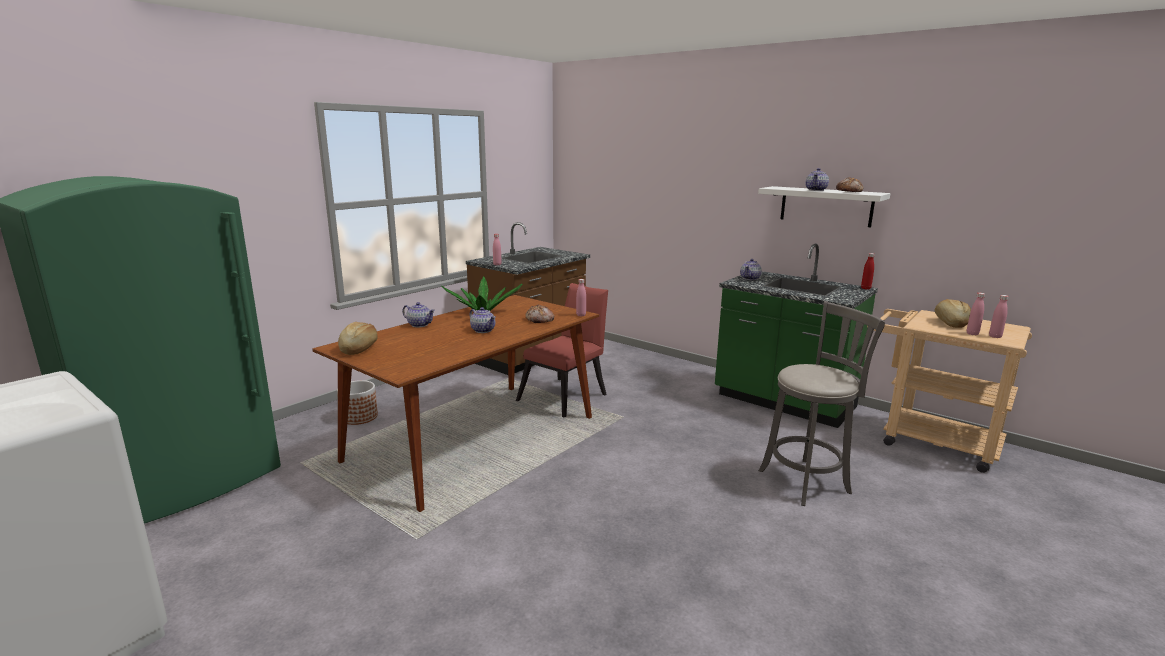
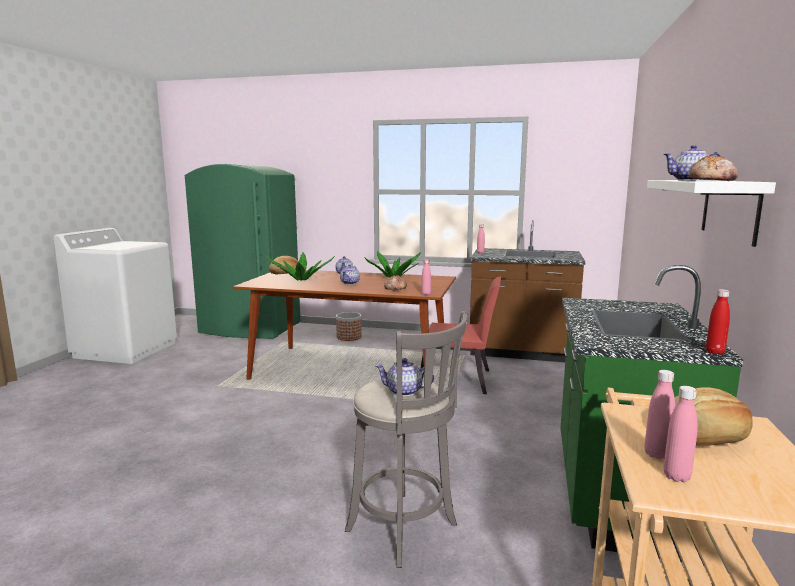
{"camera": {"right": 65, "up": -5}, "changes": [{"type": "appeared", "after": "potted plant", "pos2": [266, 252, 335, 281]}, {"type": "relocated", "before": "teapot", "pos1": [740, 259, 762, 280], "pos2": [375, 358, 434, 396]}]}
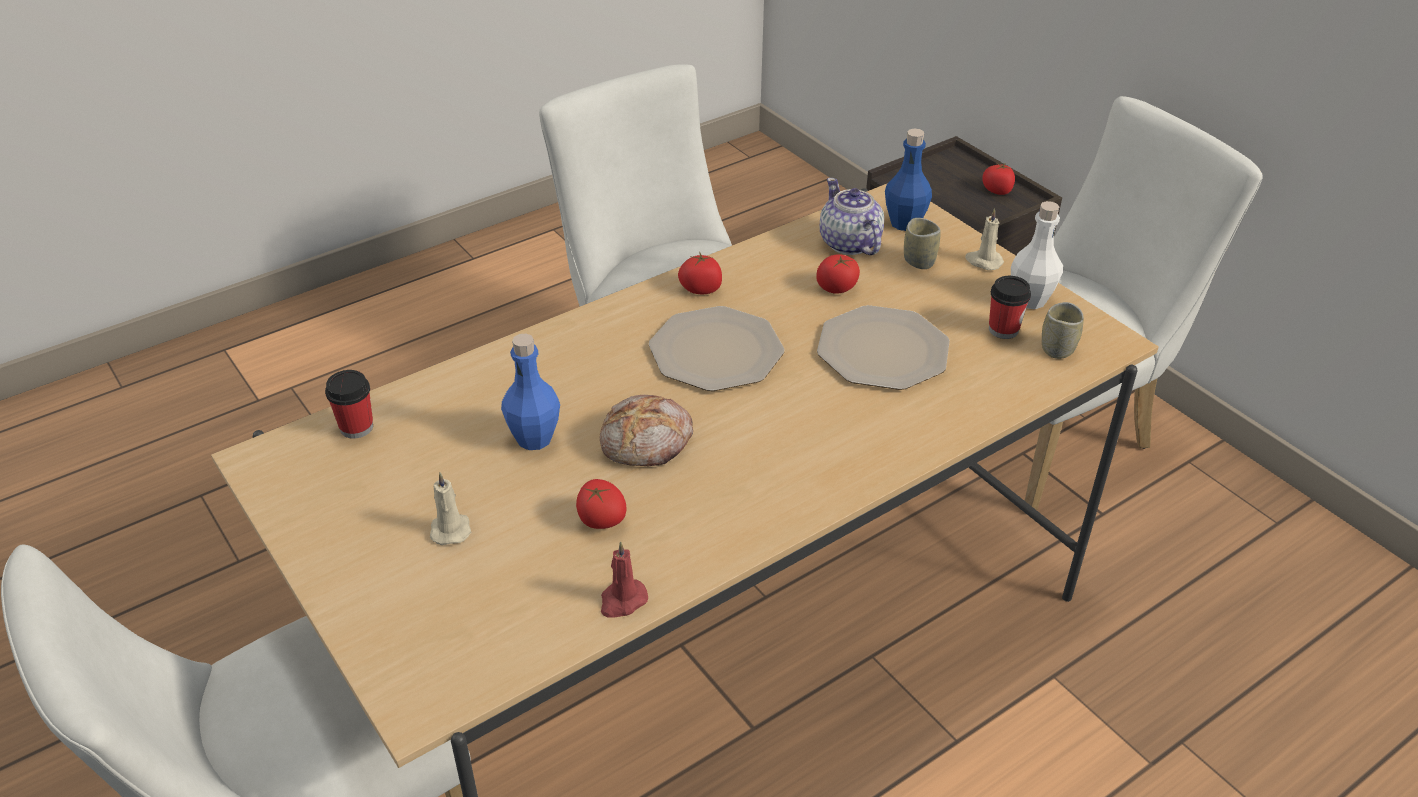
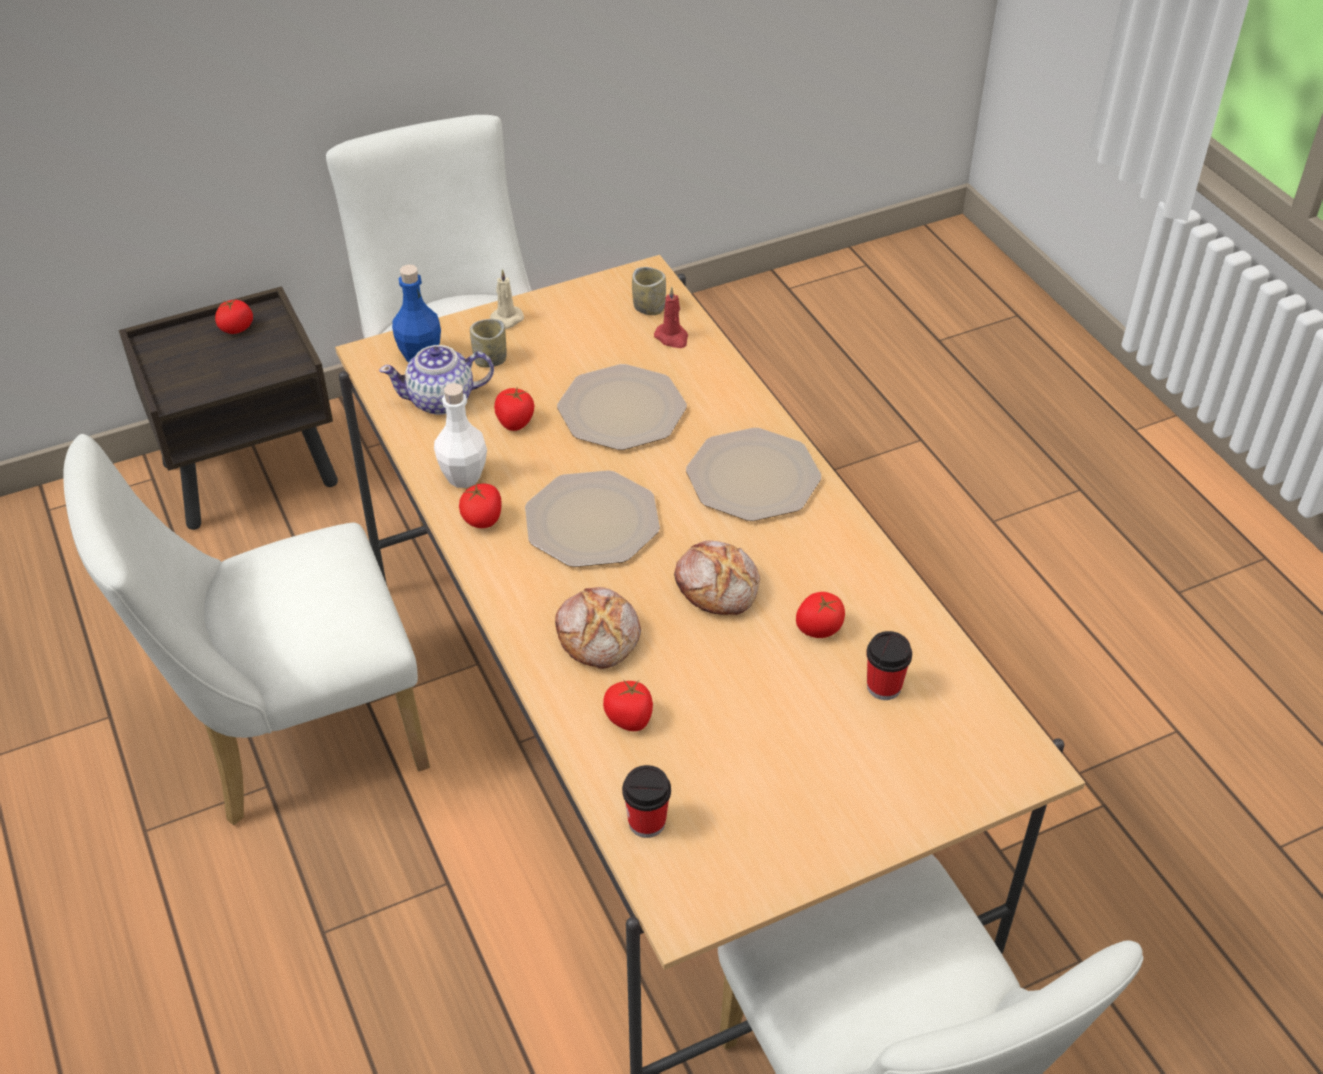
{"camera": {"right": -80, "up": 5}, "changes": [{"type": "missing", "before": "beige candle", "pos1": [430, 472, 471, 545]}, {"type": "missing", "before": "blue bottle", "pos1": [501, 334, 560, 450]}, {"type": "appeared", "after": "bread", "pos2": [555, 587, 641, 669]}, {"type": "appeared", "after": "tomato", "pos2": [603, 680, 653, 731]}, {"type": "appeared", "after": "plate", "pos2": [686, 428, 821, 521]}, {"type": "relocated", "before": "red candle", "pos1": [601, 541, 648, 618], "pos2": [654, 287, 688, 348]}, {"type": "relocated", "before": "cup", "pos1": [989, 276, 1031, 339], "pos2": [866, 631, 912, 700]}, {"type": "relocated", "before": "white bottle", "pos1": [1011, 201, 1063, 309], "pos2": [434, 383, 487, 488]}]}
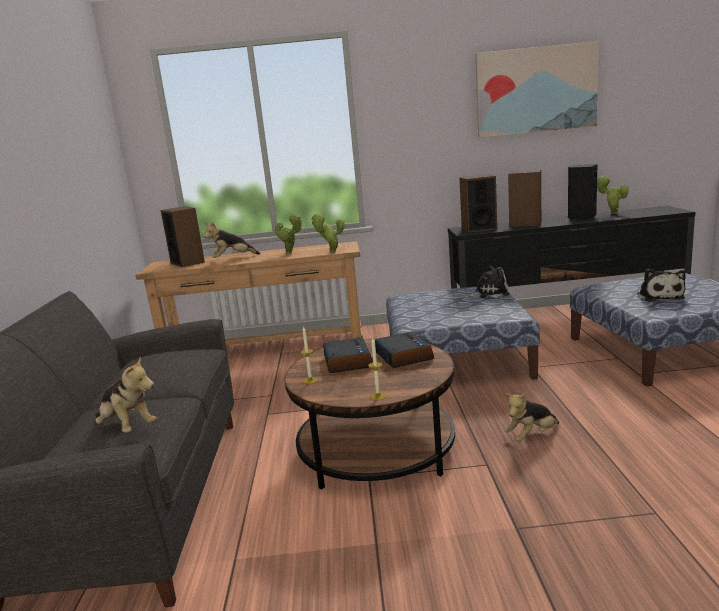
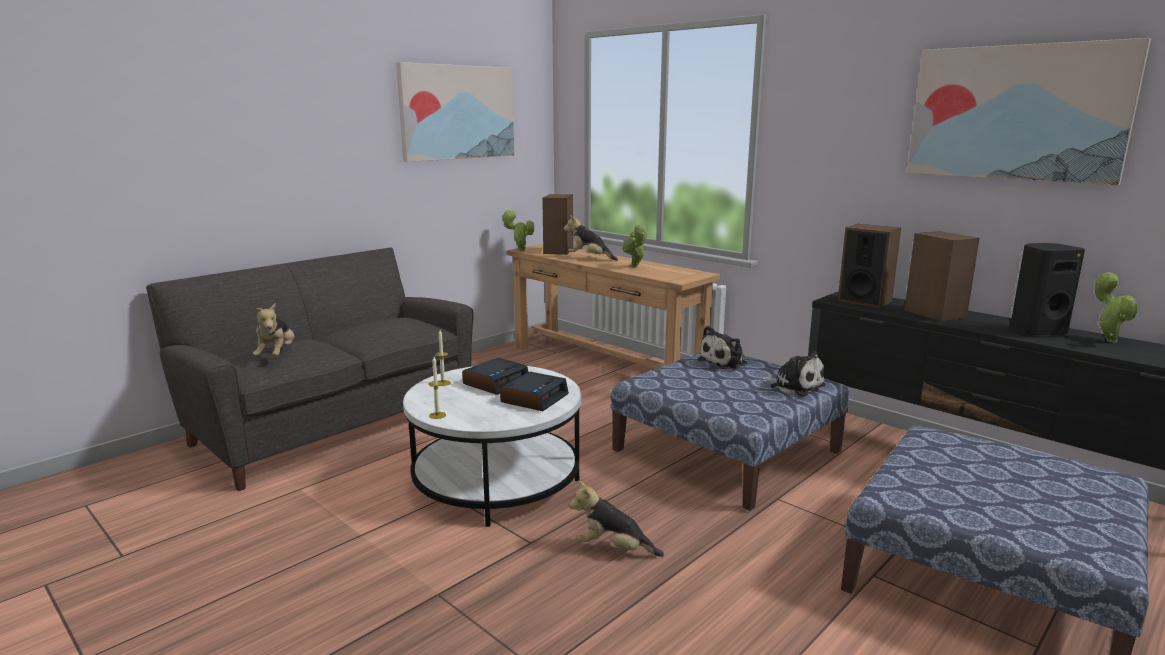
{"camera": {"right": 45, "up": 0}, "changes": [{"type": "appeared", "after": "picture", "pos2": [396, 62, 515, 162]}, {"type": "relocated", "before": "potted plant", "pos1": [311, 212, 345, 252], "pos2": [502, 210, 535, 251]}, {"type": "relocated", "before": "plush toy", "pos1": [637, 269, 686, 302], "pos2": [697, 326, 747, 370]}, {"type": "colour", "before": "brown coffee table", "after": "white coffee table", "pos1": [284, 338, 455, 489], "pos2": [403, 366, 581, 527]}]}
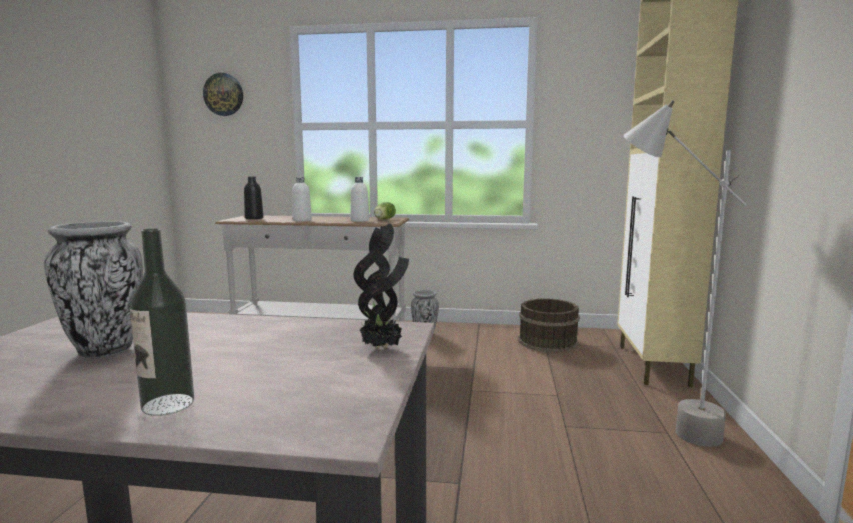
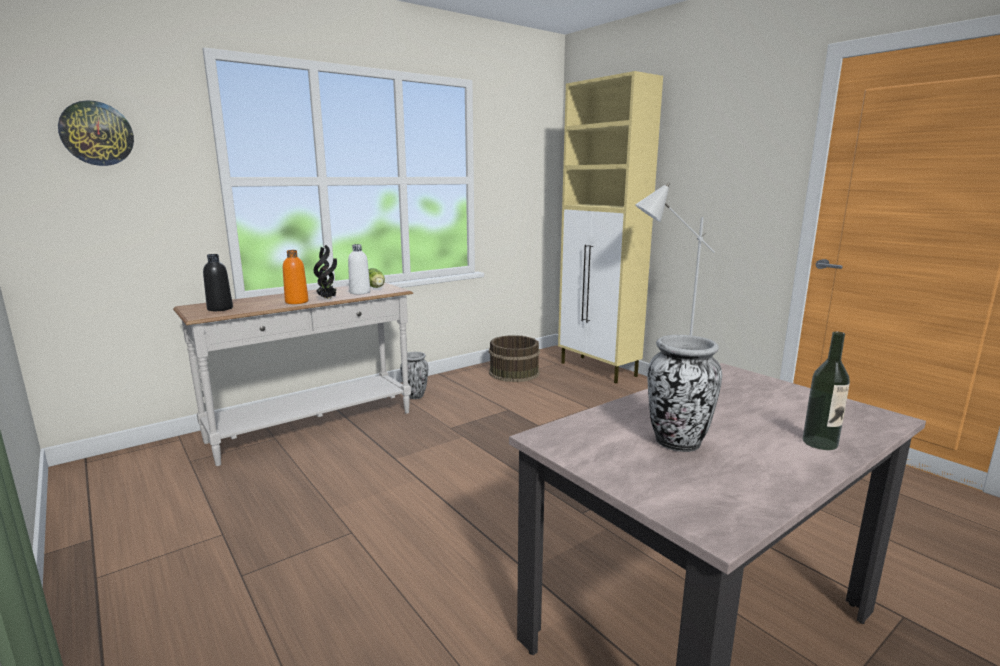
{"camera": {"right": -45, "up": 5}, "changes": [{"type": "relocated", "before": "potted plant", "pos1": [354, 224, 409, 349], "pos2": [314, 245, 337, 299]}, {"type": "colour", "before": "white bottle", "after": "orange bottle", "pos1": [292, 177, 312, 221], "pos2": [283, 250, 308, 304]}]}
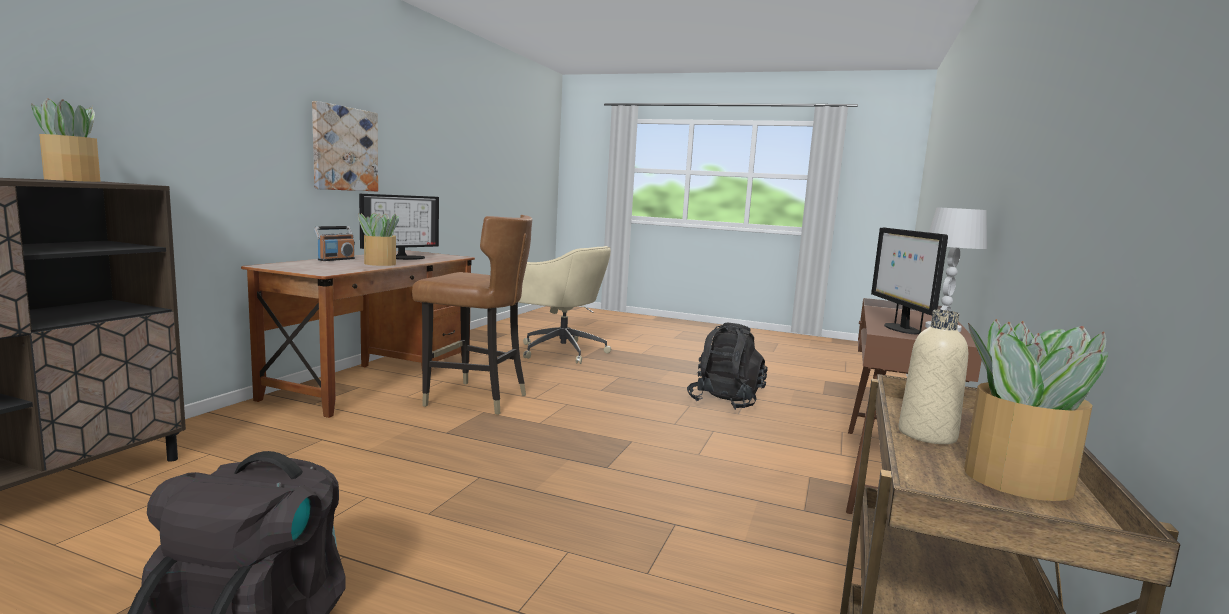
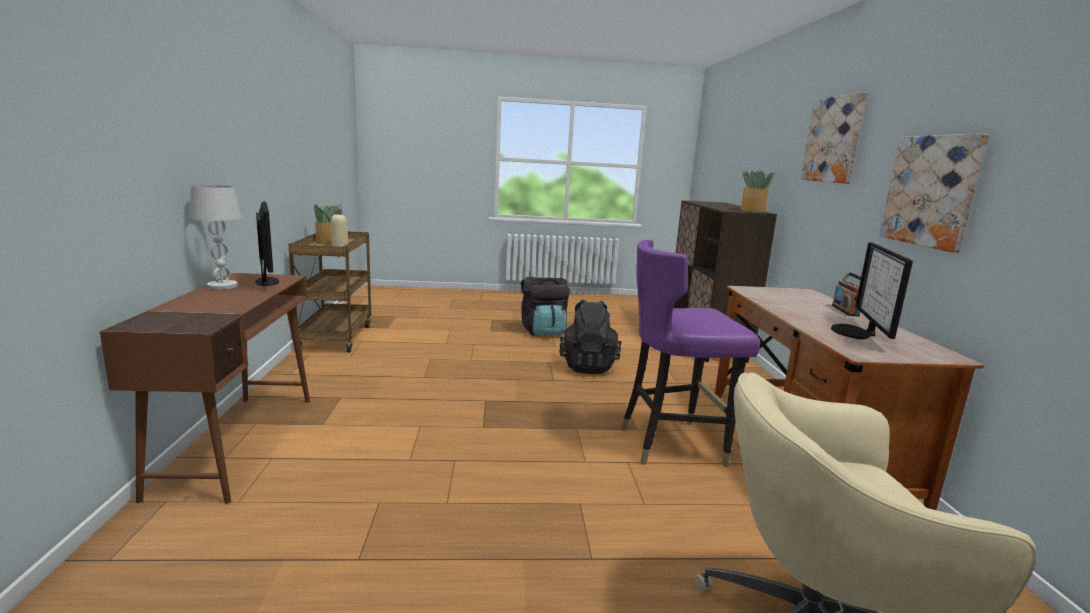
{"camera": {"right": 155, "up": 5}, "changes": [{"type": "missing", "before": "potted plant", "pos1": [358, 213, 399, 266]}, {"type": "appeared", "after": "picture", "pos2": [801, 92, 867, 184]}, {"type": "relocated", "before": "black backpack", "pos1": [687, 323, 768, 410], "pos2": [559, 300, 622, 374]}, {"type": "colour", "before": "brown chair", "after": "purple chair", "pos1": [412, 215, 532, 415], "pos2": [621, 240, 760, 467]}]}
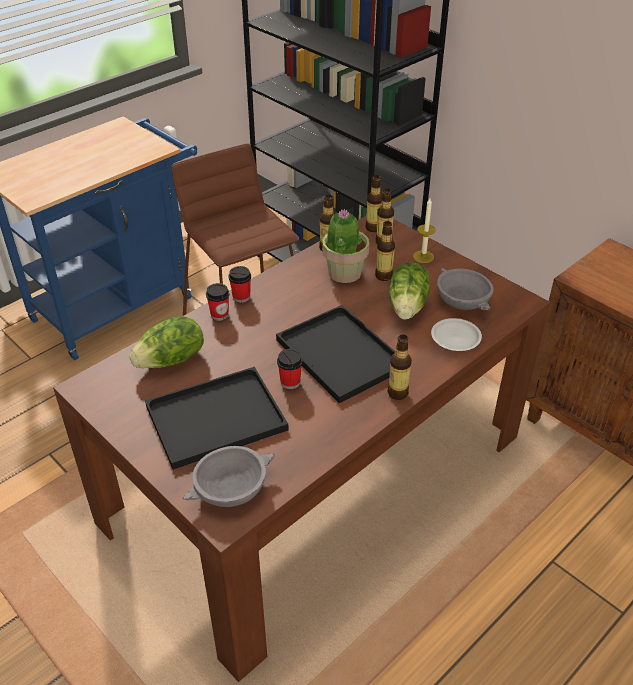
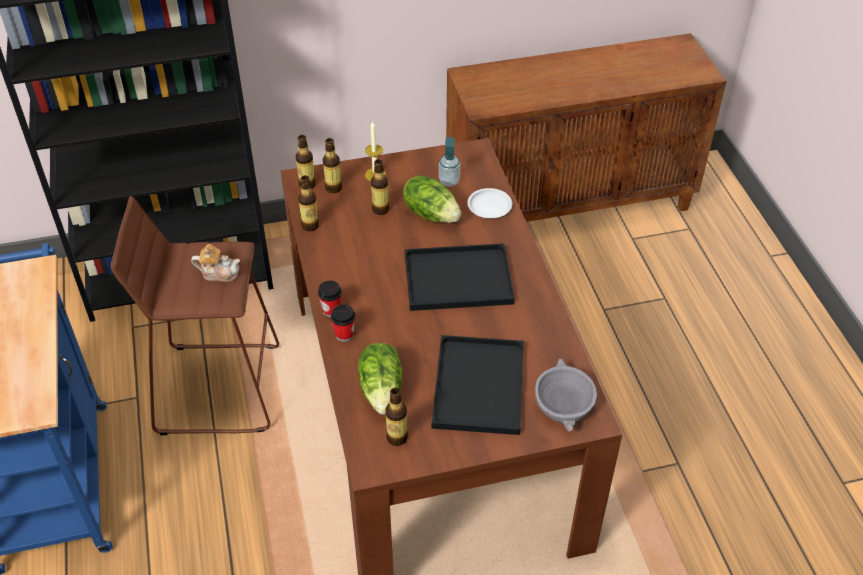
{"camera": {"right": -60, "up": 5}, "changes": [{"type": "missing", "before": "cup", "pos1": [277, 349, 303, 389]}, {"type": "missing", "before": "potted plant", "pos1": [322, 208, 369, 283]}, {"type": "appeared", "after": "teapot", "pos2": [191, 244, 240, 282]}, {"type": "relocated", "before": "bottle", "pos1": [387, 334, 412, 400], "pos2": [385, 388, 408, 446]}, {"type": "exchanged", "before": "grey bowl", "after": "soap dispenser", "pos1": [437, 268, 494, 310], "pos2": [439, 137, 460, 187]}]}
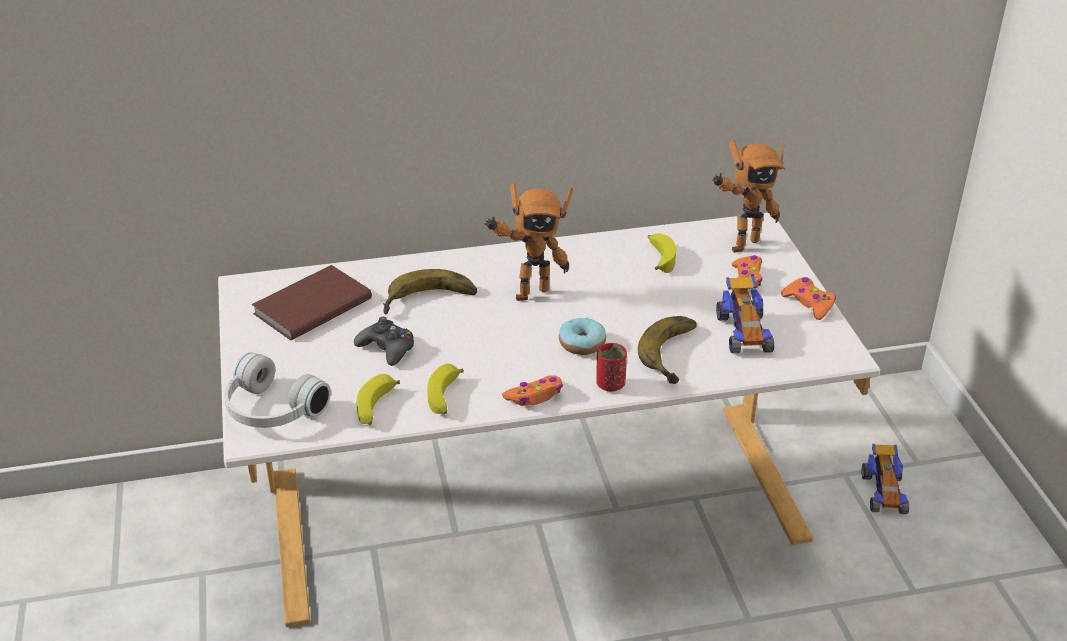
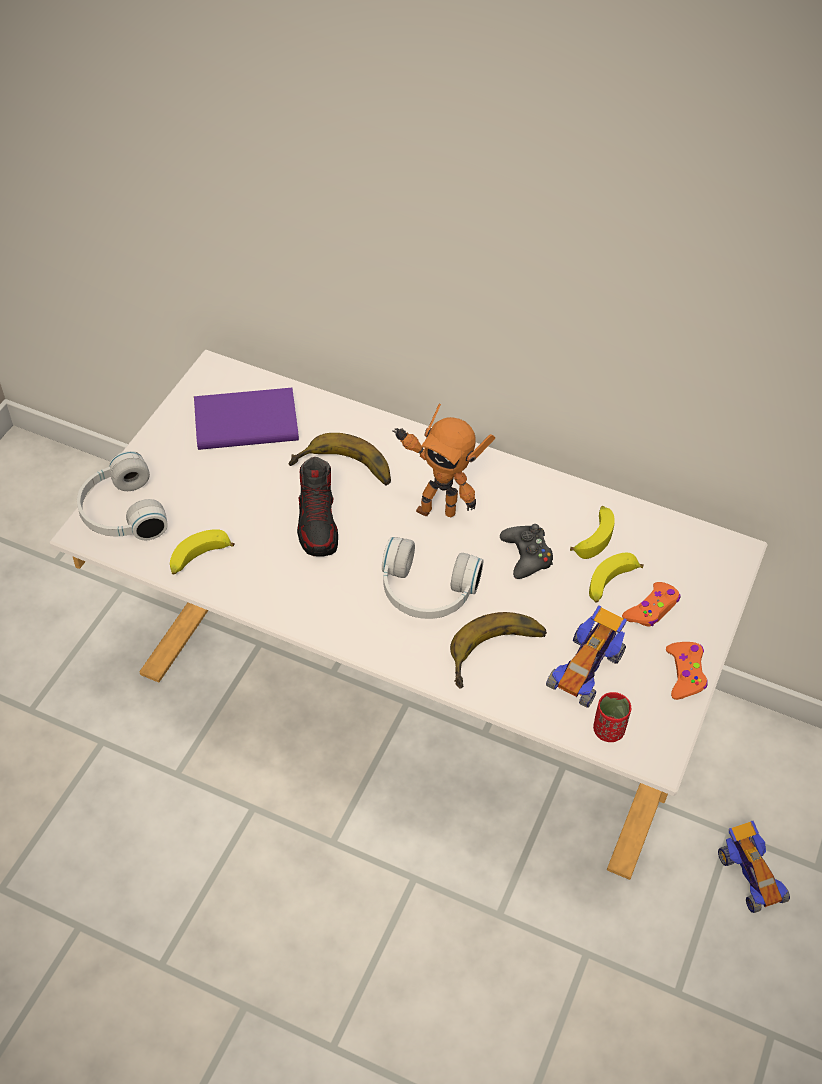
{"camera": {"right": 35, "up": 15}, "changes": [{"type": "missing", "before": "orange game controller", "pos1": [502, 375, 563, 406]}, {"type": "missing", "before": "toy robot", "pos1": [712, 140, 785, 253]}, {"type": "appeared", "after": "shoe", "pos2": [297, 457, 338, 557]}, {"type": "relocated", "before": "black game controller", "pos1": [354, 317, 414, 366], "pos2": [500, 524, 553, 579]}, {"type": "relocated", "before": "banana", "pos1": [427, 364, 464, 414], "pos2": [589, 553, 644, 603]}, {"type": "relocated", "before": "red cup", "pos1": [596, 343, 627, 392], "pos2": [593, 692, 631, 742]}, {"type": "exchanged", "before": "donut", "after": "white headphones", "pos1": [559, 317, 606, 355], "pos2": [382, 537, 483, 619]}, {"type": "colour", "before": "brown book", "after": "purple book", "pos1": [252, 265, 372, 341], "pos2": [194, 388, 299, 450]}, {"type": "spun", "before": "toy car", "pos1": [862, 444, 909, 514], "pos2": [718, 821, 790, 913], "turn": -60}]}
